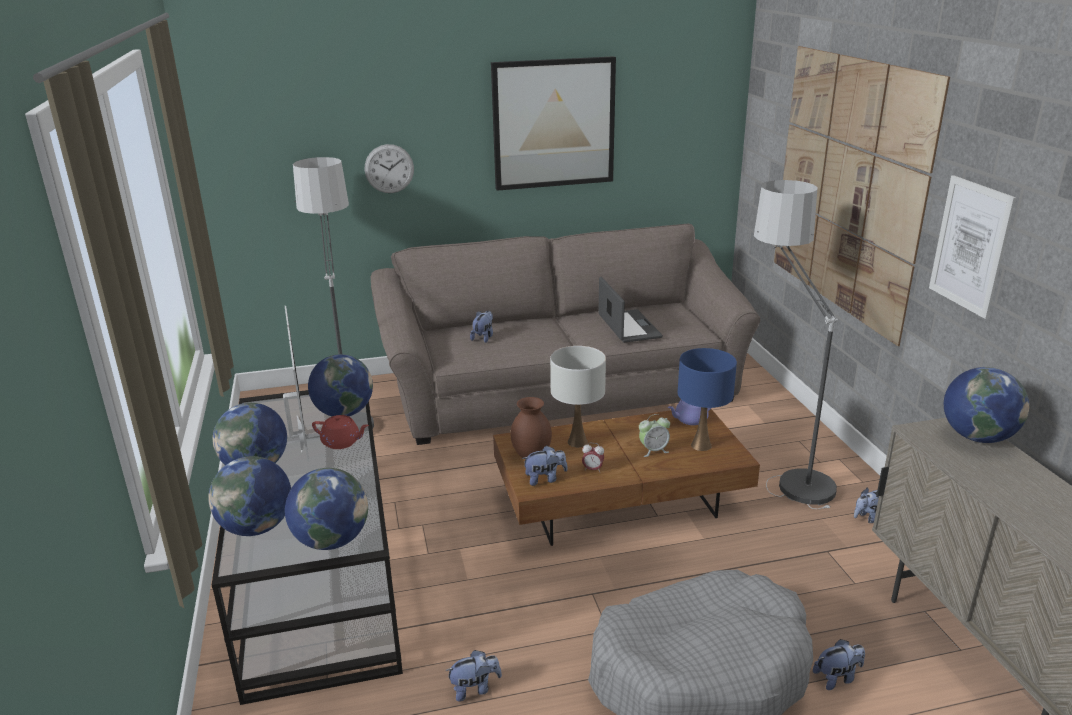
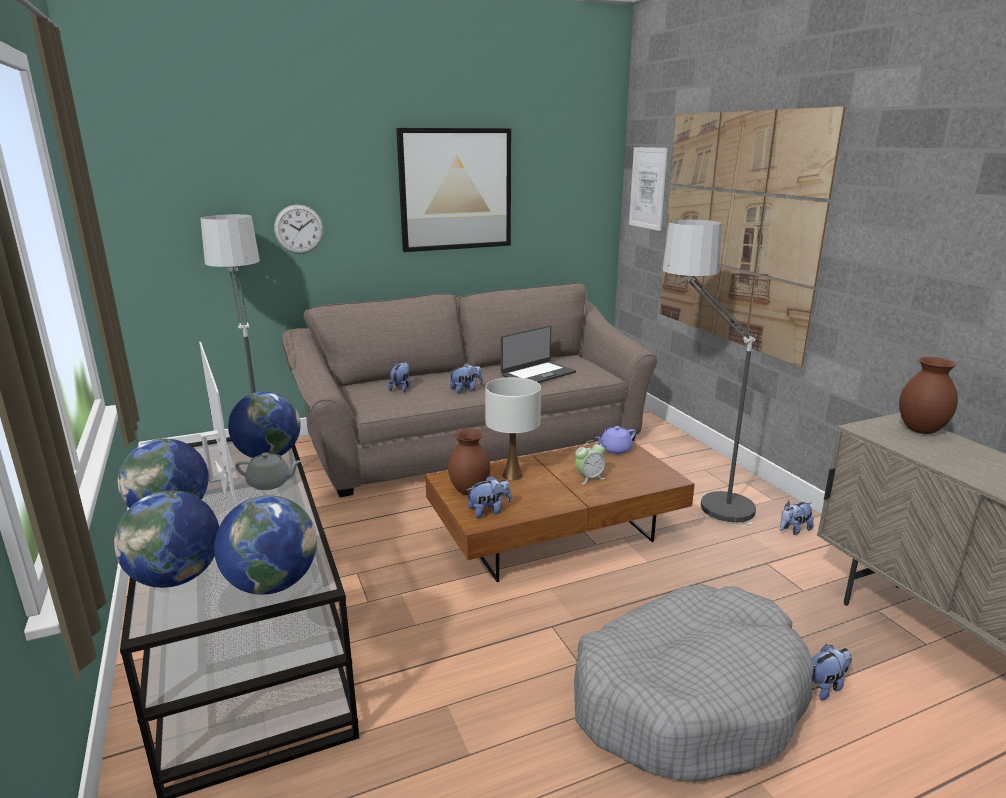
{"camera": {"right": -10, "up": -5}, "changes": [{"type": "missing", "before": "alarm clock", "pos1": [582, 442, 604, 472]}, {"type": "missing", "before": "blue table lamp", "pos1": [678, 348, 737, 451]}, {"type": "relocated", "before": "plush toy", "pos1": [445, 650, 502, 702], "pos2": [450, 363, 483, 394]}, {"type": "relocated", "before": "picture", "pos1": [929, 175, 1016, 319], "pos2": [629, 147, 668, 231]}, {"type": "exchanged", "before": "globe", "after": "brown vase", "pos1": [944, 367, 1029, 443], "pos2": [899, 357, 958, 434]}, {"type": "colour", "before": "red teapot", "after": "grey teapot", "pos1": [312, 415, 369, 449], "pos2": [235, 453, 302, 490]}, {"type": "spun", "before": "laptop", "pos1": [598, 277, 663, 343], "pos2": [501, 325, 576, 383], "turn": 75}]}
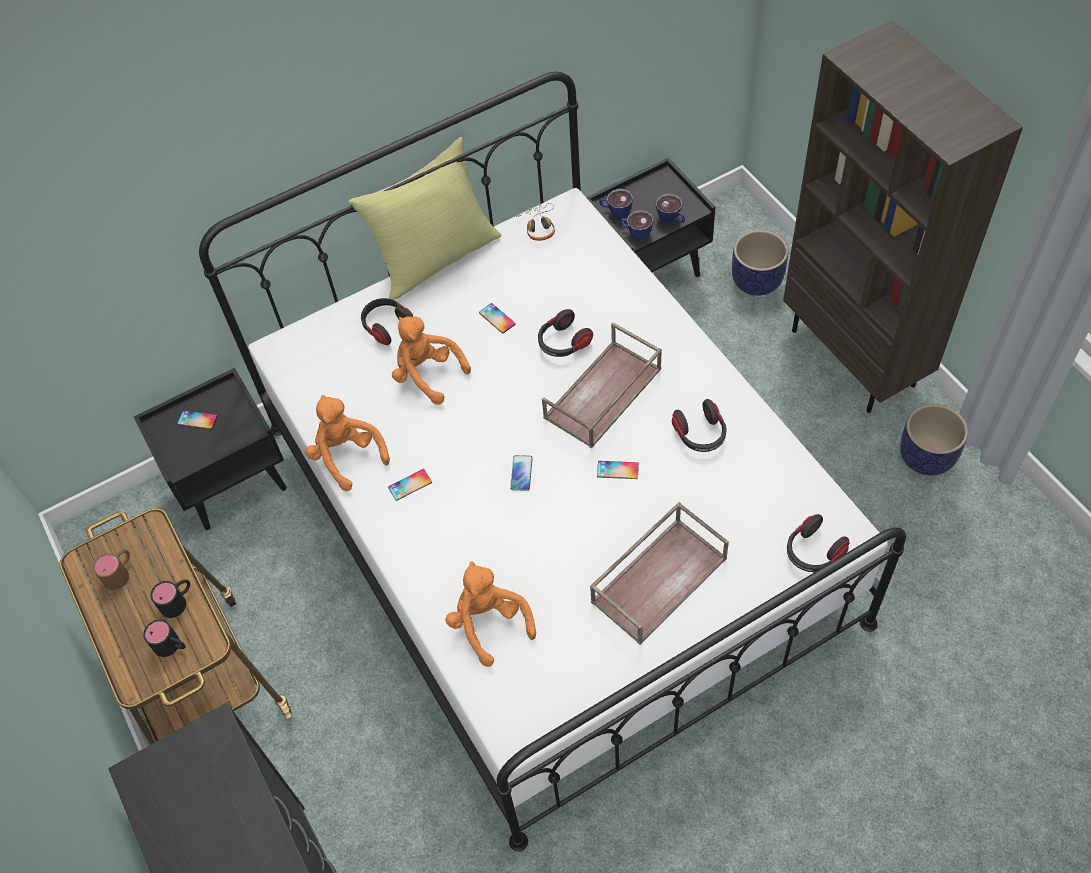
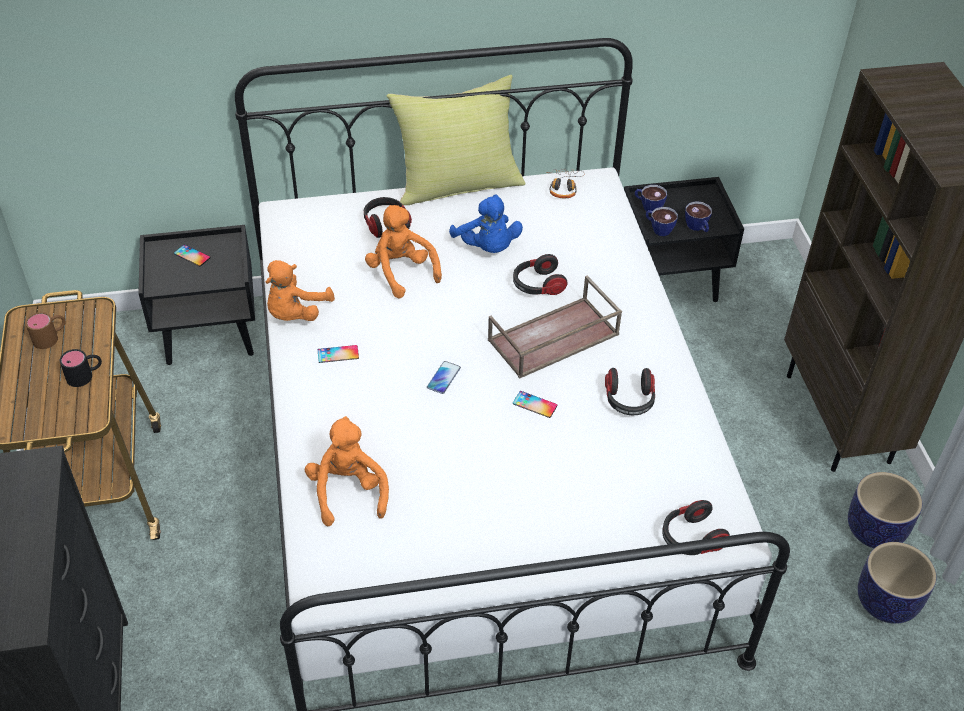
{"camera": {"right": 15, "up": -10}, "changes": [{"type": "missing", "before": "black mug", "pos1": [143, 619, 186, 657]}, {"type": "missing", "before": "brown tray", "pos1": [590, 502, 729, 645]}, {"type": "relocated", "before": "planter", "pos1": [732, 230, 788, 296], "pos2": [858, 542, 936, 624]}, {"type": "exchanged", "before": "phone", "after": "blue plush toy", "pos1": [479, 303, 515, 333], "pos2": [449, 194, 523, 253]}, {"type": "spun", "before": "orange plush toy", "pos1": [305, 395, 390, 491], "pos2": [266, 260, 335, 321], "turn": -135}]}
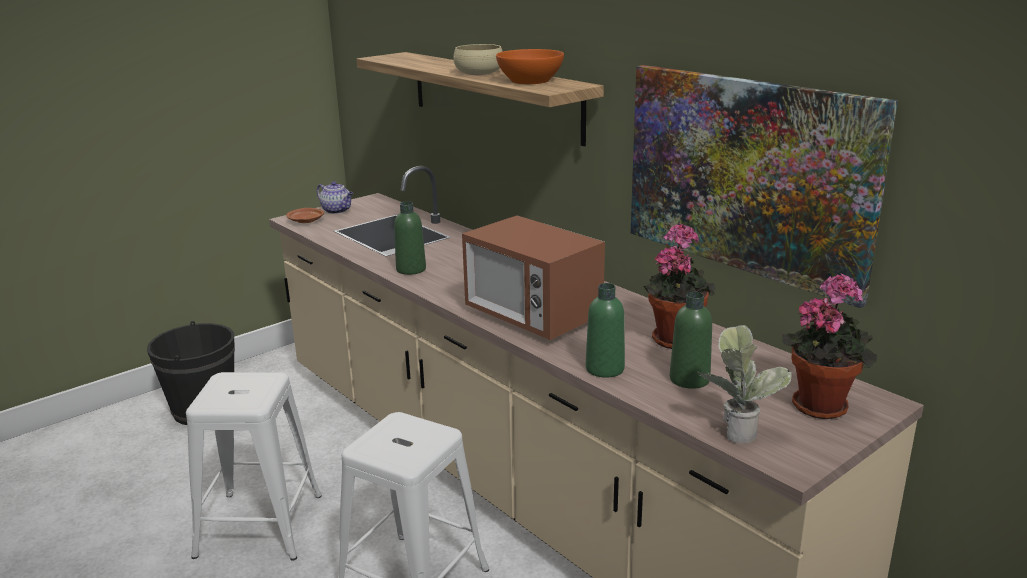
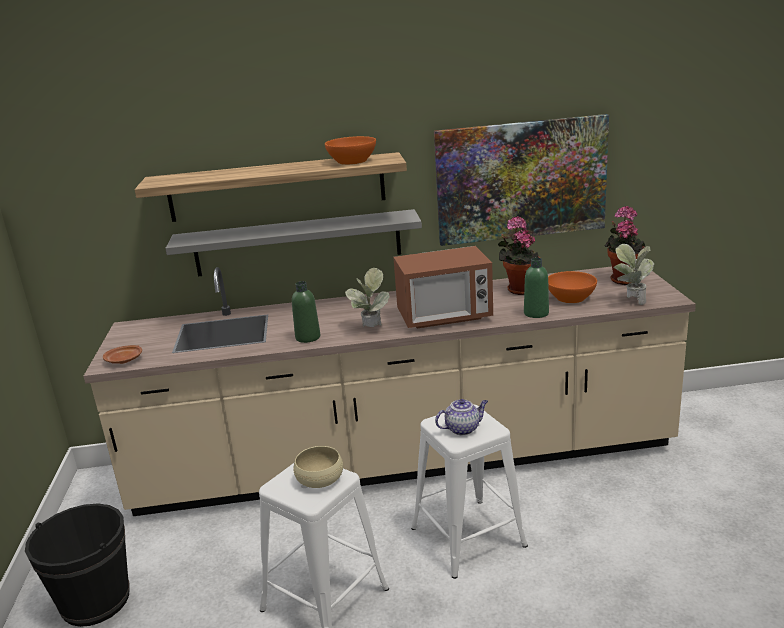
{"camera": {"right": -55, "up": 0}, "changes": [{"type": "appeared", "after": "grey shelf", "pos2": [165, 209, 422, 276]}, {"type": "appeared", "after": "potted plant", "pos2": [345, 268, 390, 327]}, {"type": "relocated", "before": "teapot", "pos1": [317, 181, 353, 214], "pos2": [435, 399, 488, 435]}, {"type": "relocated", "before": "beige bowl", "pos1": [453, 44, 503, 75], "pos2": [293, 446, 343, 488]}, {"type": "exchanged", "before": "green bottle", "after": "orange bowl", "pos1": [670, 292, 712, 389], "pos2": [548, 271, 597, 303]}]}
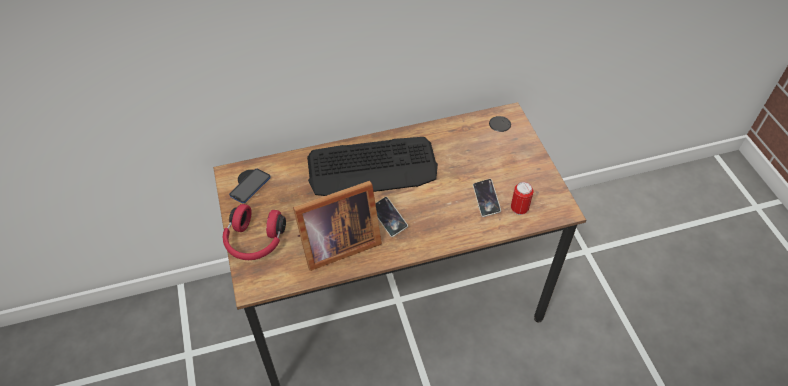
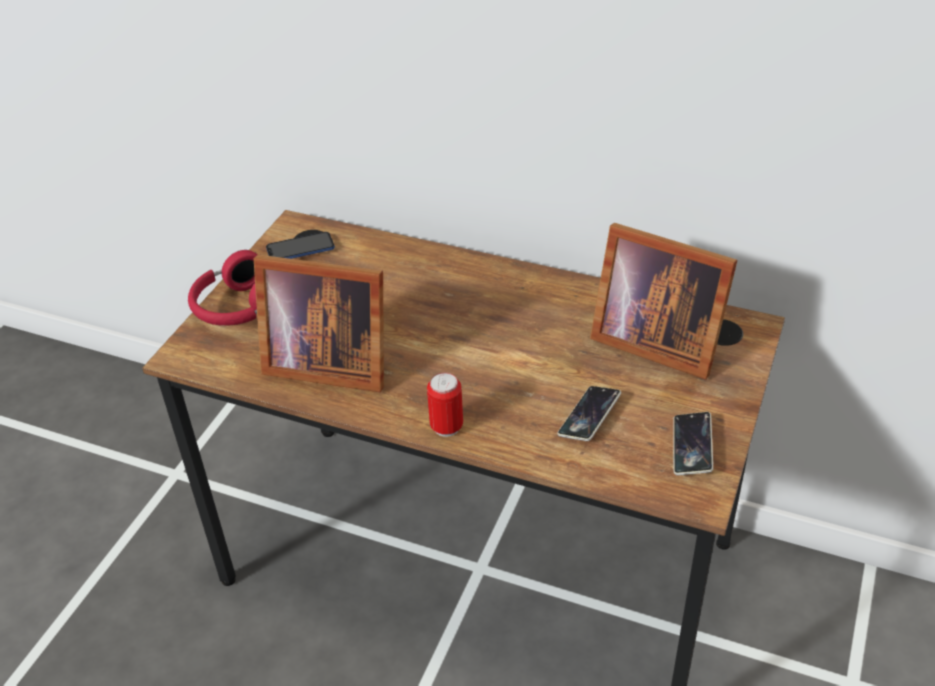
{"camera": {"right": 40, "up": -10}, "changes": [{"type": "missing", "before": "keyboard", "pos1": [307, 137, 438, 196]}, {"type": "appeared", "after": "picture frame", "pos2": [590, 223, 737, 380]}, {"type": "relocated", "before": "phone", "pos1": [375, 197, 408, 237], "pos2": [673, 412, 713, 475]}, {"type": "relocated", "before": "can", "pos1": [511, 182, 534, 215], "pos2": [427, 373, 463, 437]}]}
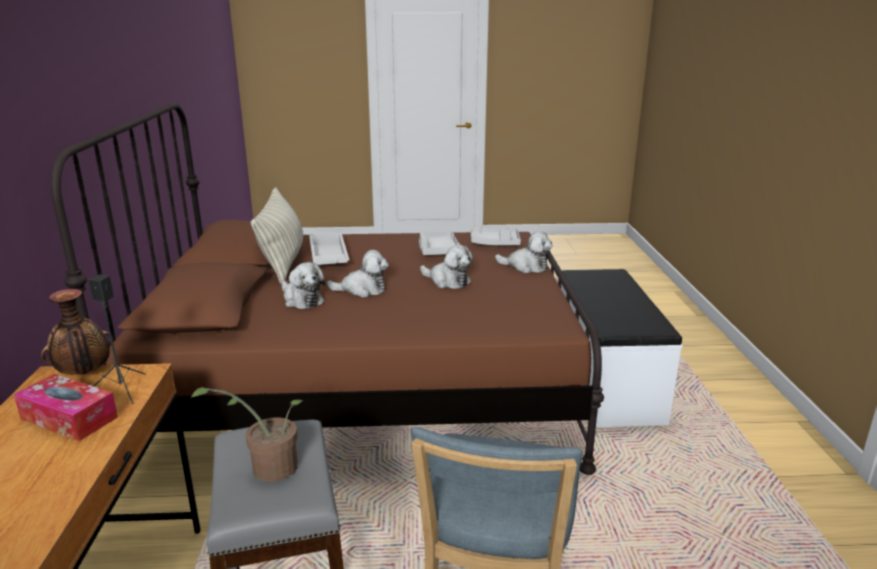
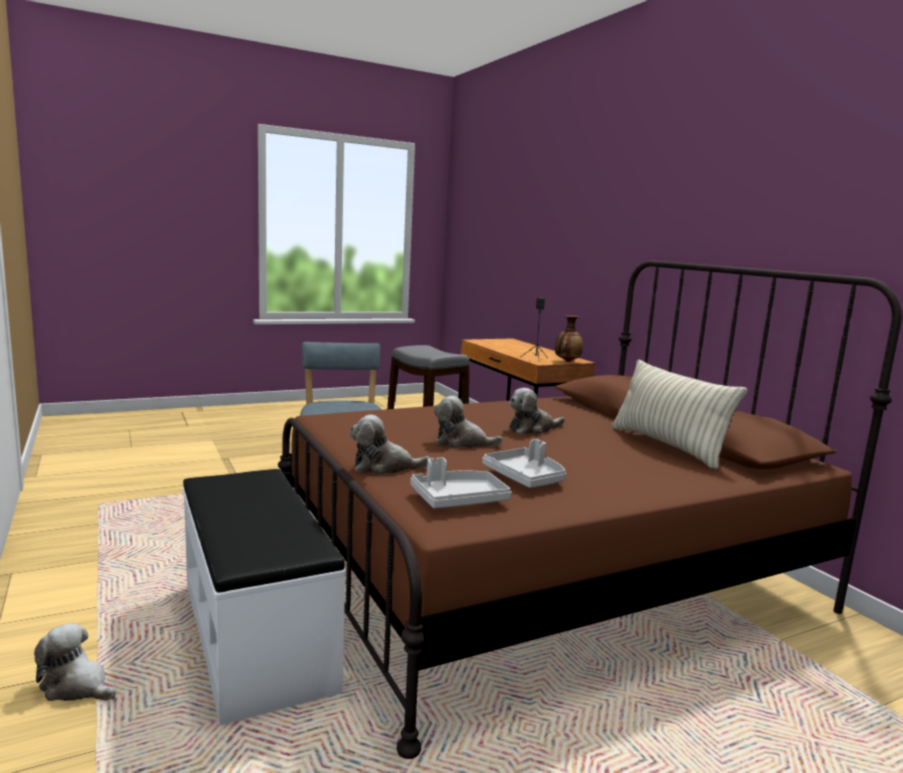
{"camera": {"right": 155, "up": -10}, "changes": [{"type": "missing", "before": "tissue box", "pos1": [14, 374, 118, 441]}, {"type": "missing", "before": "potted plant", "pos1": [190, 387, 303, 482]}, {"type": "missing", "before": "white tray", "pos1": [309, 233, 349, 265]}, {"type": "relocated", "before": "plush toy", "pos1": [282, 262, 325, 309], "pos2": [34, 623, 116, 701]}]}
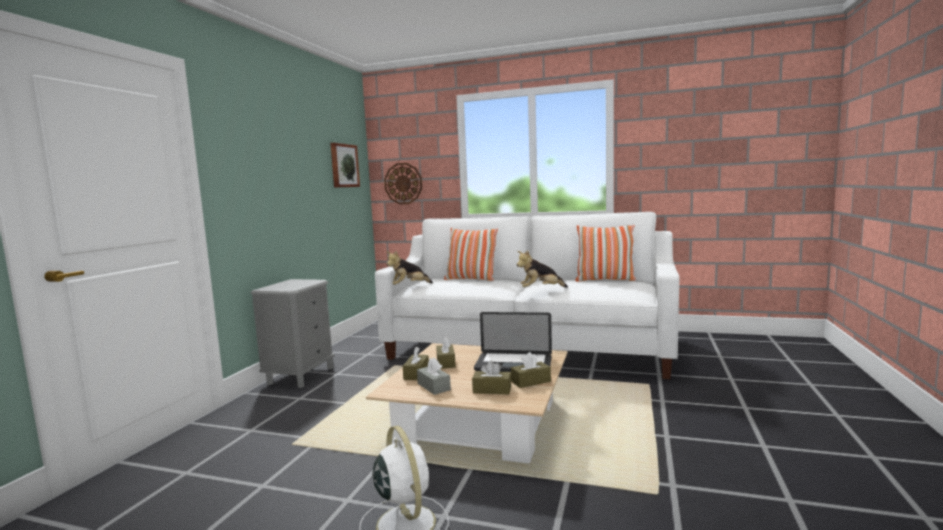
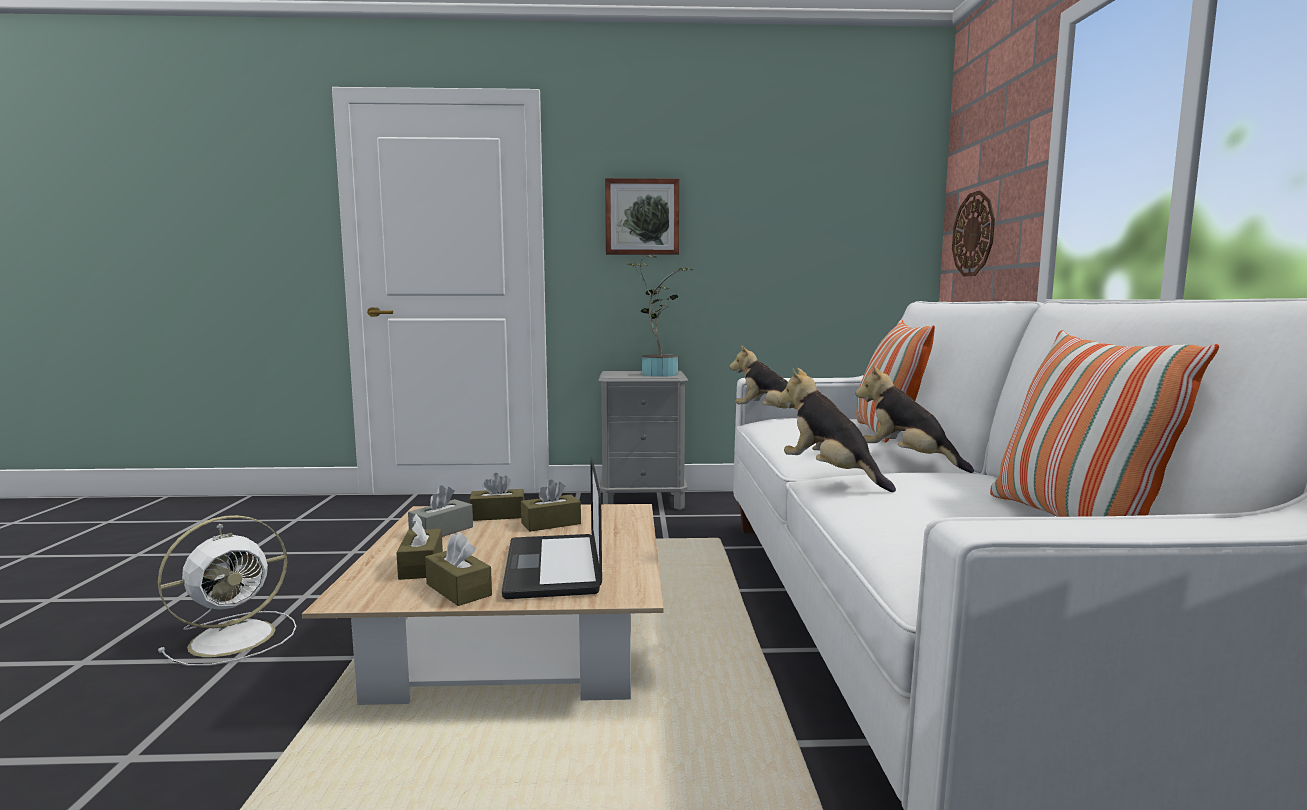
{"camera": {"right": 70, "up": 0}, "changes": [{"type": "appeared", "after": "potted plant", "pos2": [627, 255, 693, 377]}, {"type": "appeared", "after": "plush toy", "pos2": [855, 366, 974, 473]}, {"type": "relocated", "before": "picture", "pos1": [331, 143, 360, 188], "pos2": [605, 178, 679, 255]}]}
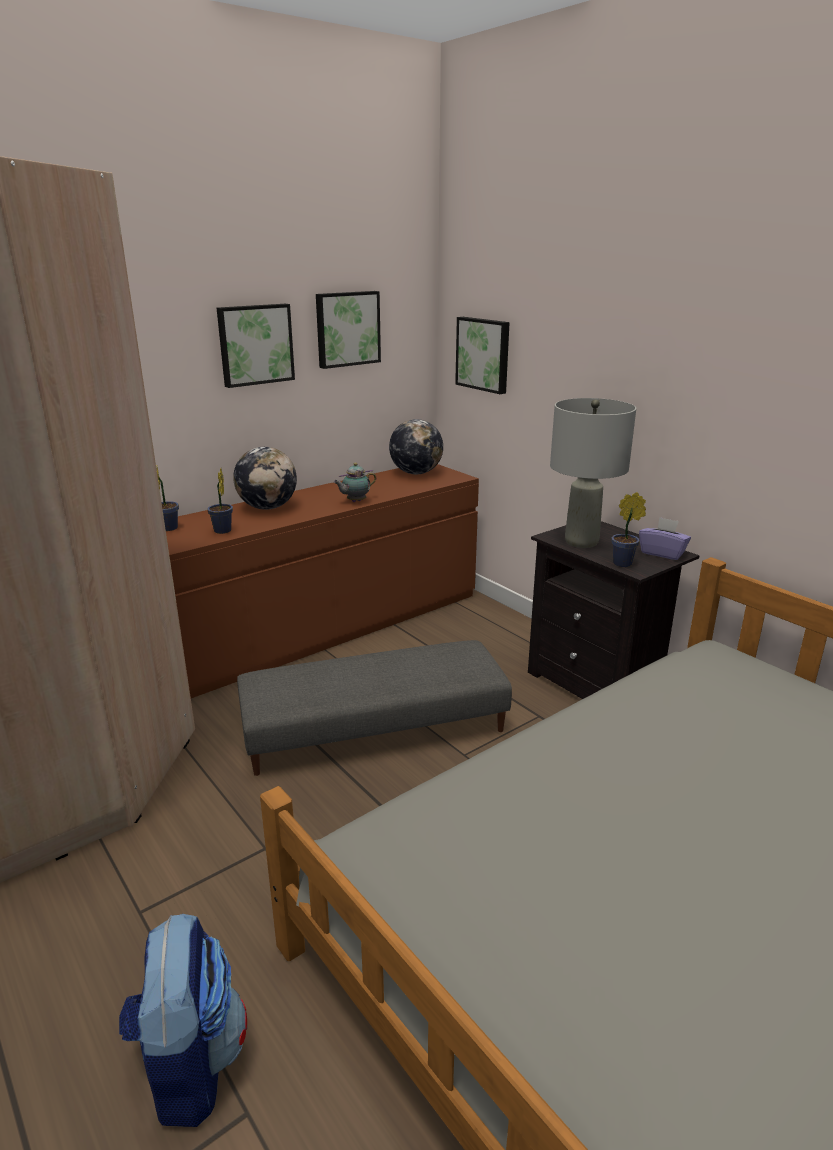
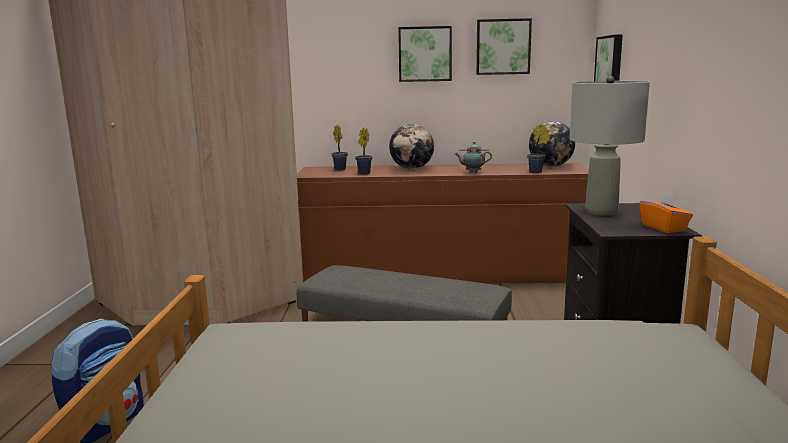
{"camera": {"right": 40, "up": -10}, "changes": [{"type": "relocated", "before": "potted plant", "pos1": [611, 492, 646, 567], "pos2": [527, 125, 550, 173]}, {"type": "colour", "before": "purple tissue box", "after": "orange tissue box", "pos1": [639, 517, 691, 560], "pos2": [639, 192, 693, 233]}]}
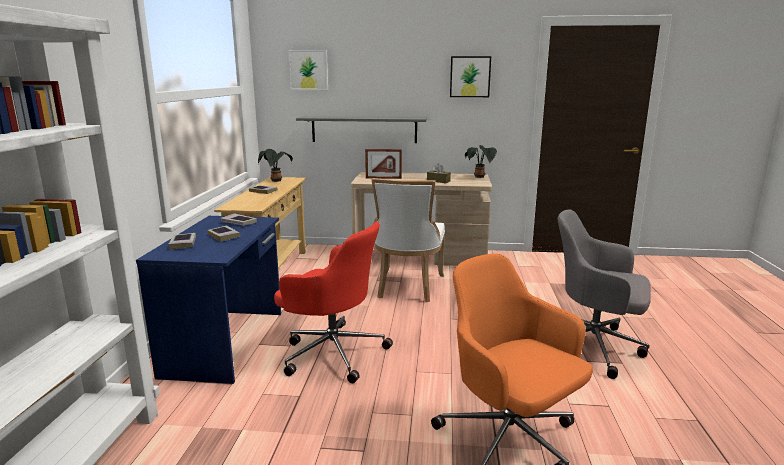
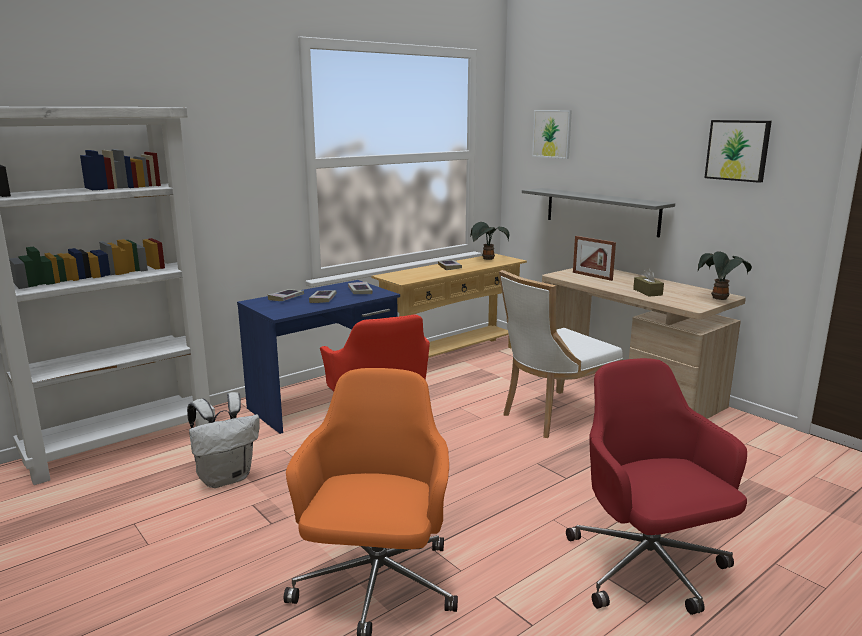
{"camera": {"right": 45, "up": 0}, "changes": [{"type": "appeared", "after": "white backpack", "pos2": [187, 392, 260, 488]}, {"type": "colour", "before": "grey office chair", "after": "red office chair", "pos1": [558, 209, 651, 379], "pos2": [566, 358, 747, 615]}]}
